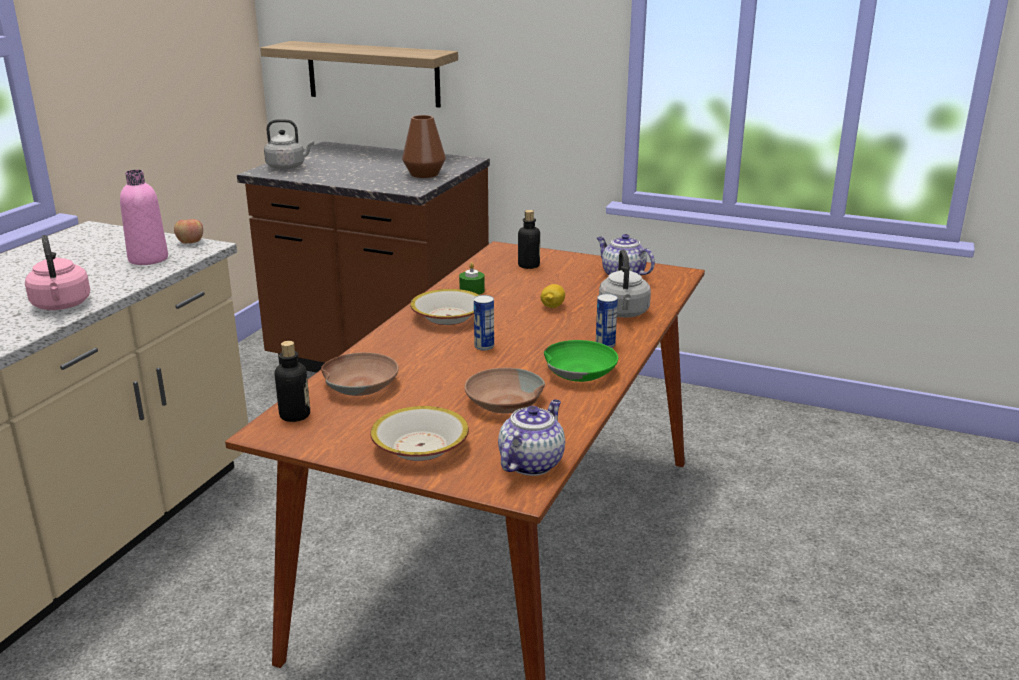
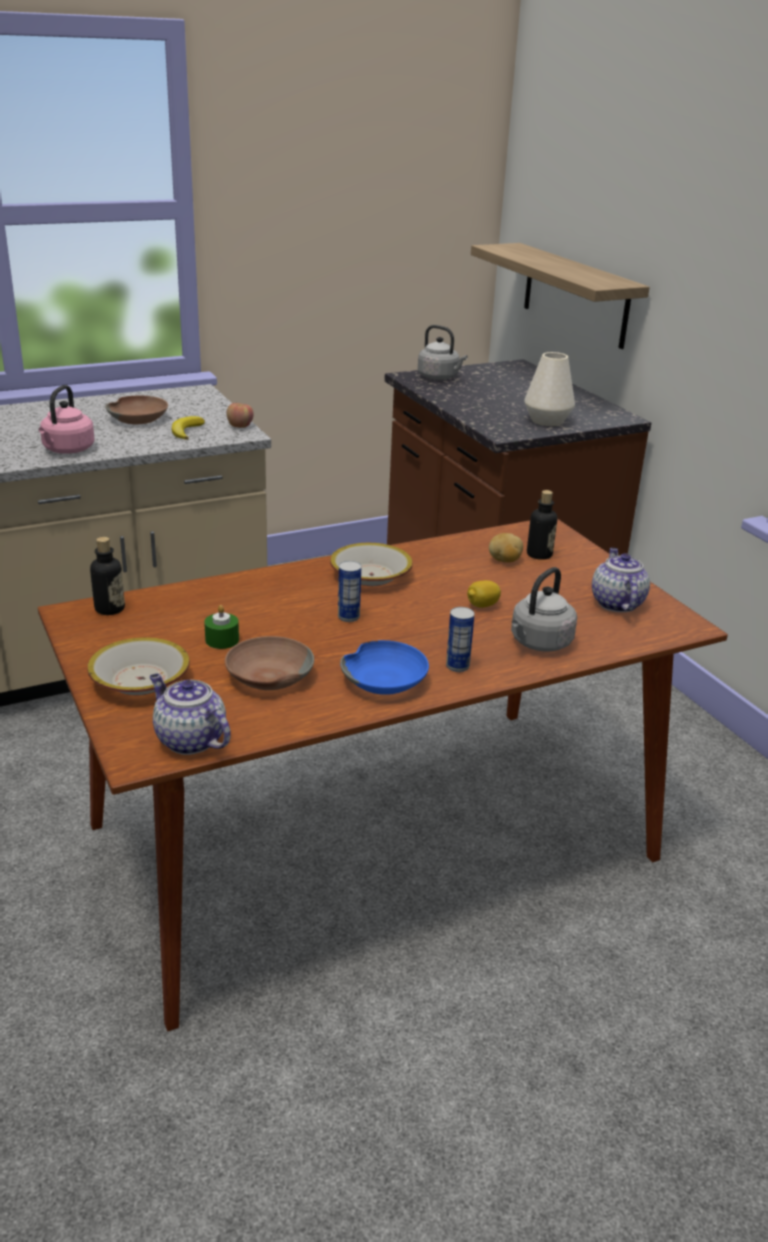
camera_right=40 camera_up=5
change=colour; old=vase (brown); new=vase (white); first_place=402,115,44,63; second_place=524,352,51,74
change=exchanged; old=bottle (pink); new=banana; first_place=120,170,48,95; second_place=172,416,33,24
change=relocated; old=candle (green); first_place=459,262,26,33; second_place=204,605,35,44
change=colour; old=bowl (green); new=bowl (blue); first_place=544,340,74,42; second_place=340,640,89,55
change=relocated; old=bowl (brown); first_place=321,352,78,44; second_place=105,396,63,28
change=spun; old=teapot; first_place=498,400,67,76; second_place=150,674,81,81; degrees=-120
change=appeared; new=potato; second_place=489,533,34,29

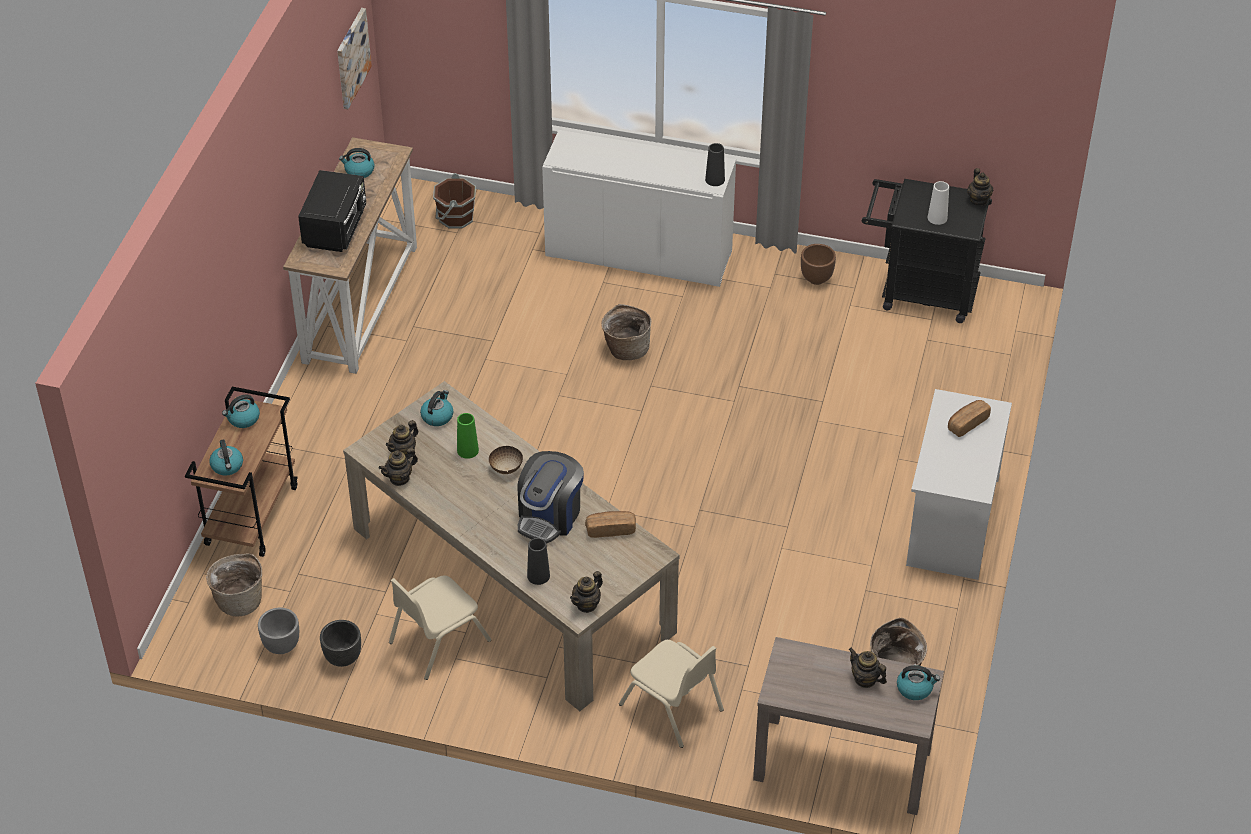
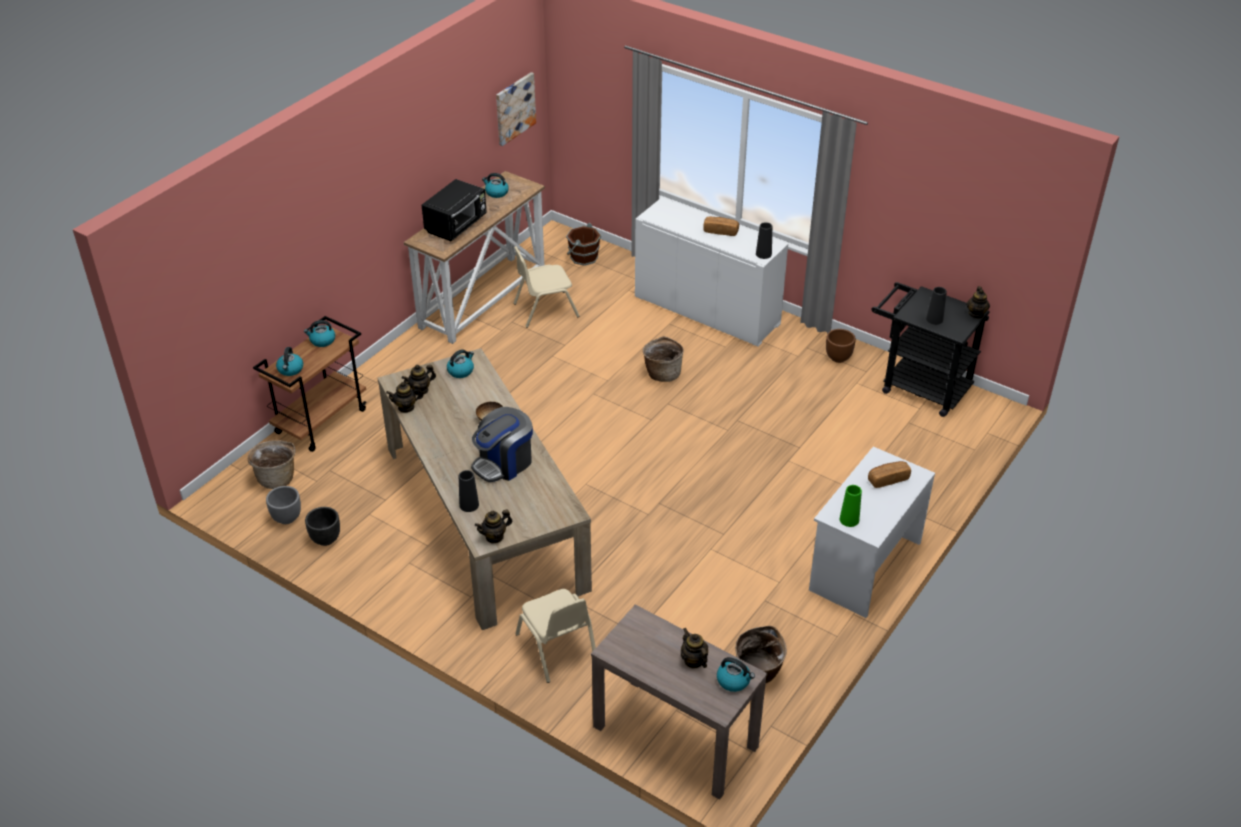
camera_right=20 camera_up=-5
change=colour; old=vase (white); new=vase (black); first_place=928,181,21,44; second_place=926,287,21,38
change=relocated; old=vase (green); first_place=457,413,22,46; second_place=840,485,22,42
change=relocated; old=bread; first_place=585,511,51,27; second_place=703,217,36,19
change=relocated; old=chair (beige); first_place=389,575,102,105; second_place=513,246,66,82

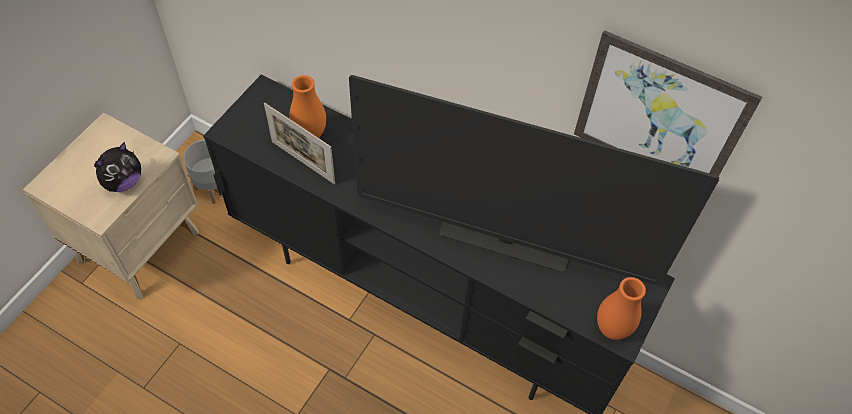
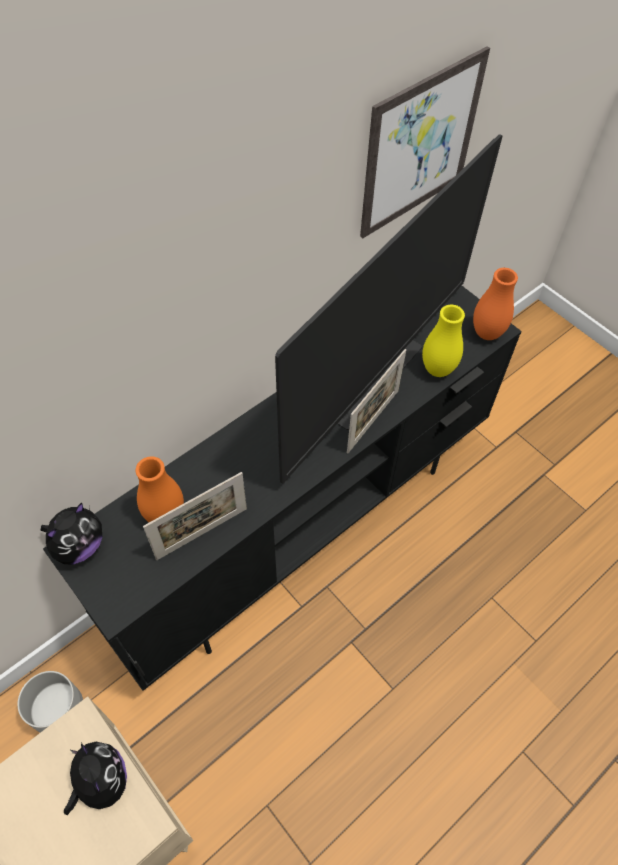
camera_right=-70 camera_up=0
change=appeared; new=vase (yellow); second_place=422,305,43,72
change=appeared; new=picture frame; second_place=347,349,59,104
change=appeared; new=plush toy; second_place=41,502,61,62

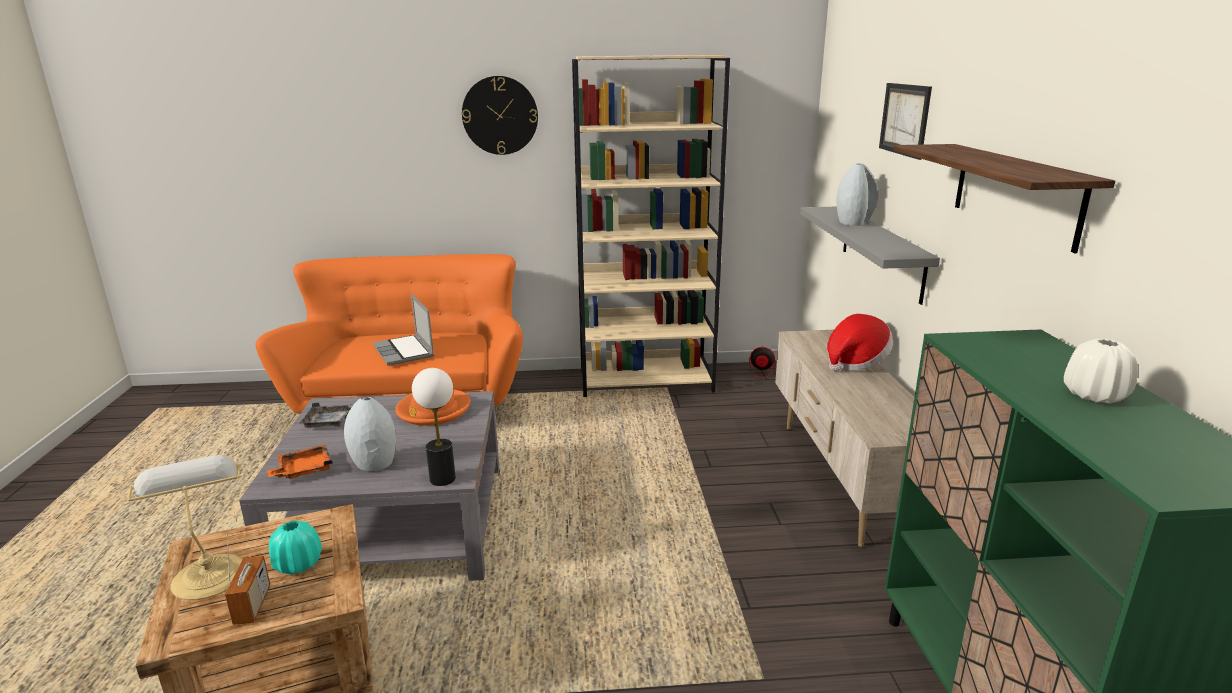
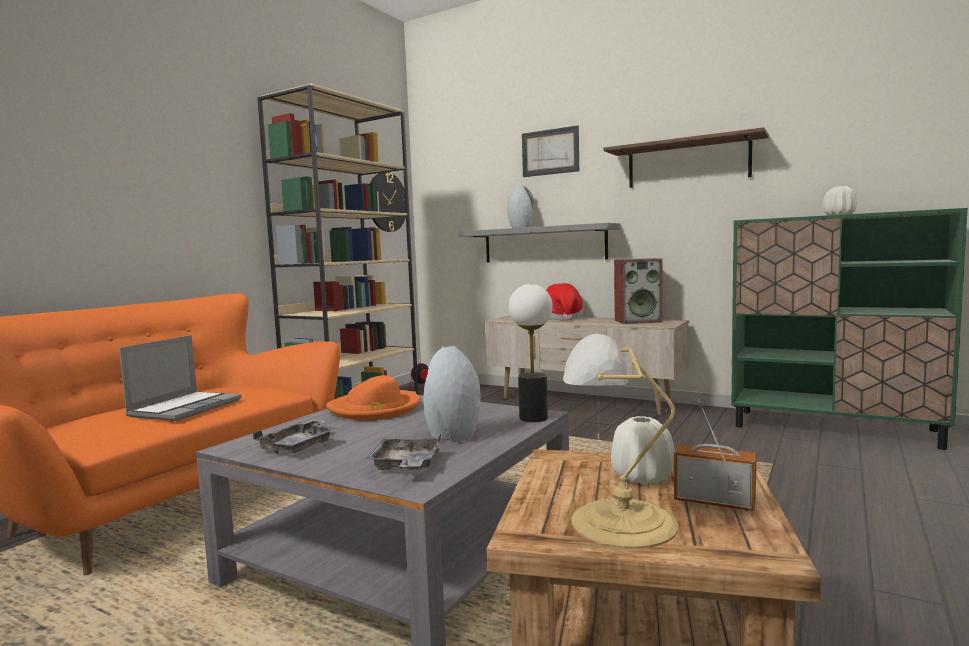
camera_right=-55 camera_up=-15
change=relocated; old=wall clock; first_place=462,76,76,79; second_place=370,172,36,60
change=spun; old=laptop; first_place=373,294,61,72; second_place=119,335,123,86; degrees=-75
change=colour; old=tray (orange); new=tray (grey); first_place=267,445,66,34; second_place=366,434,75,36
change=colour; old=vase (turquoise); new=vase (white); first_place=269,521,53,54; second_place=611,416,64,68
change=appeared; new=speaker; second_place=614,258,49,66

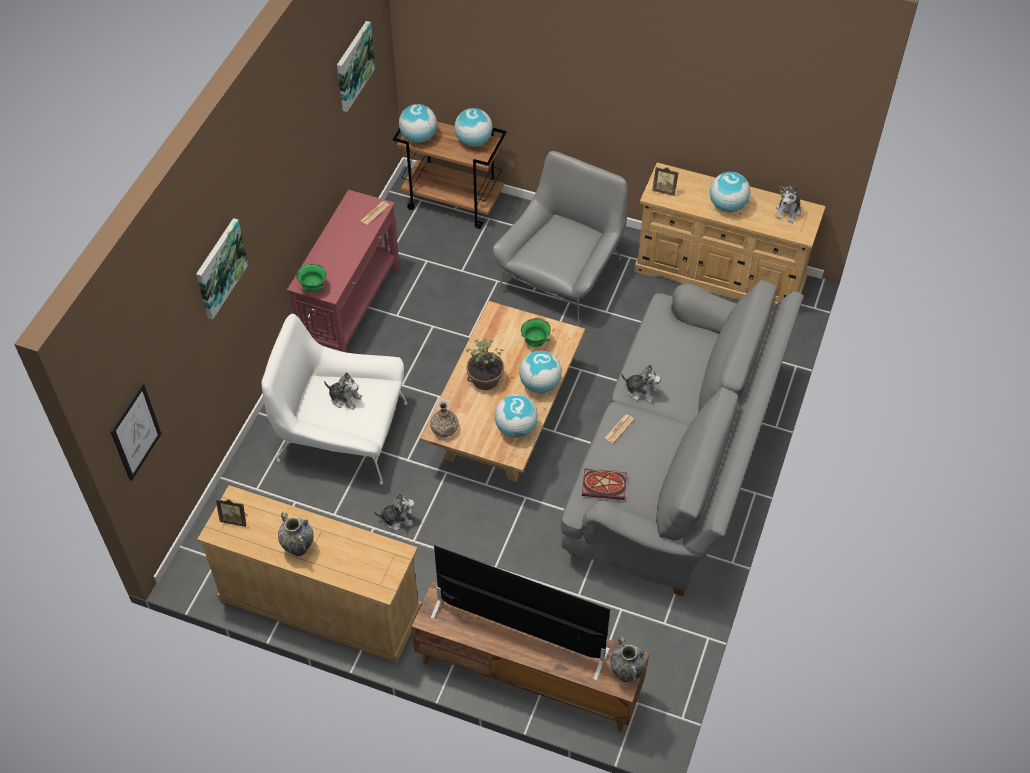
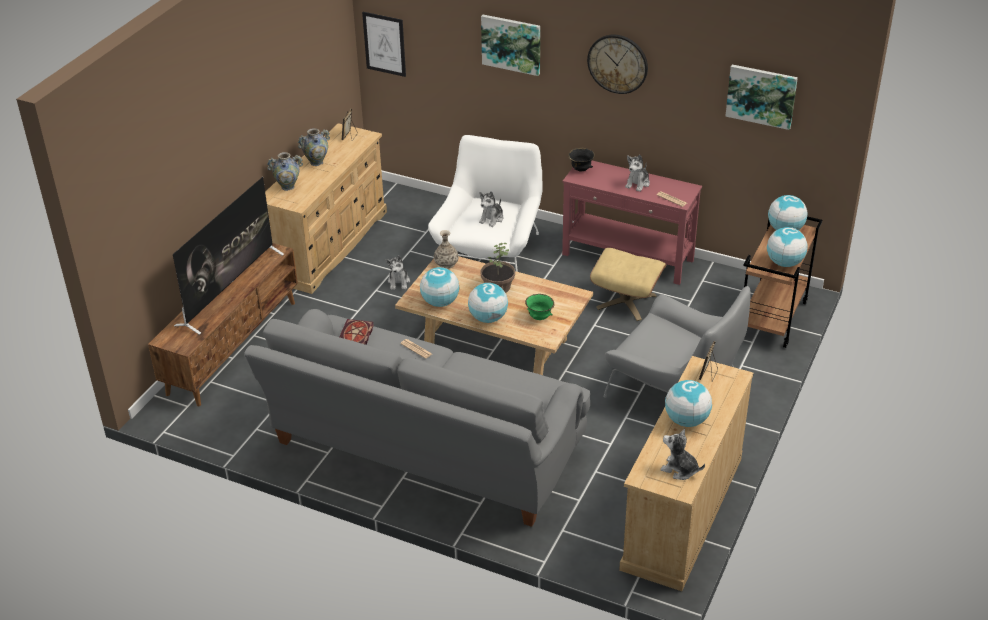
camera_right=95 camera_up=-15
change=colour; old=bowl (green); new=bowl (black); first_place=296,264,30,28; second_place=568,148,27,23
change=relocated; old=plush toy; first_place=622,365,39,38; second_place=625,155,25,37
change=relocated; old=vase; first_place=610,636,36,46; second_place=267,152,36,39
change=appeared; new=wall clock; second_place=587,35,61,59
change=appeared; new=ottoman (beige); second_place=590,248,76,73

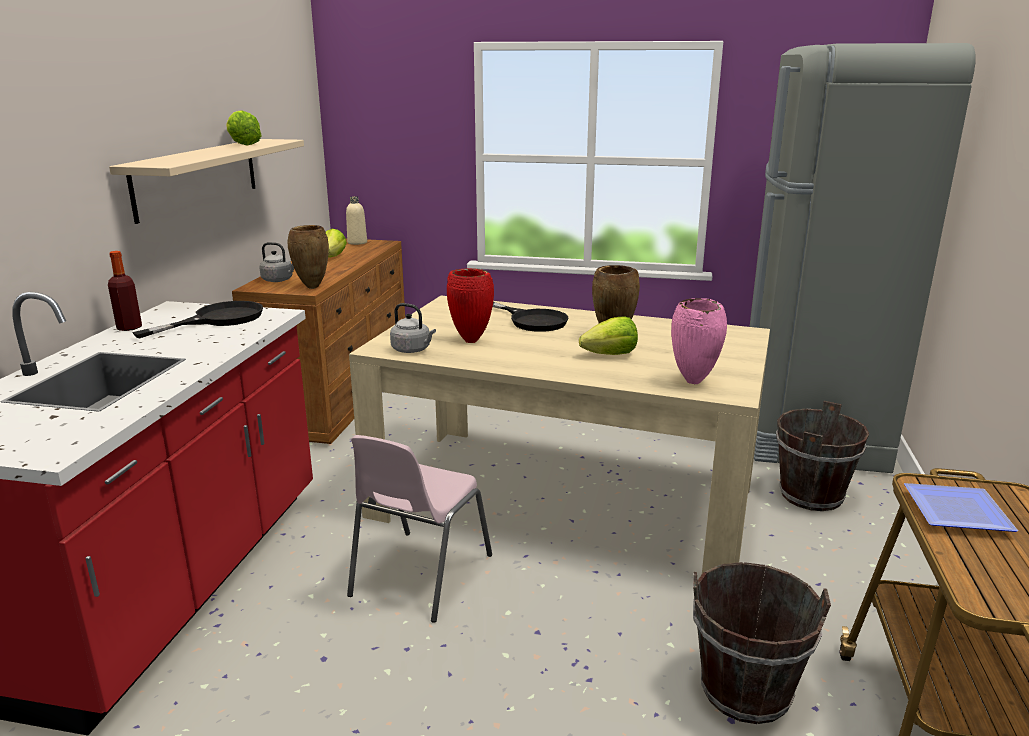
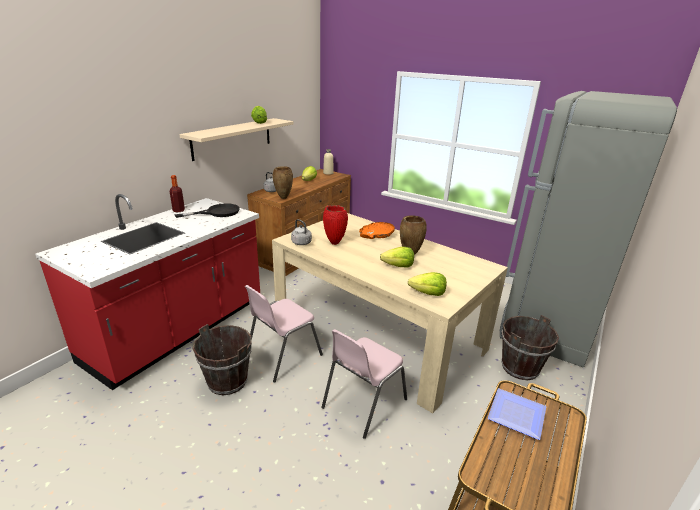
camera_right=20 camera_up=5
change=exchanged; old=vase (pink); new=lettuce; first_place=671,298,56,86; second_place=408,272,39,24
change=exchanged; old=frying pan (black); new=bowl (orange); first_place=493,302,76,30; second_place=359,222,36,17
change=relocated; old=bucket (brown); first_place=693,562,138,162; second_place=193,324,59,71
change=appeared; new=chair (pink); second_place=321,329,86,110

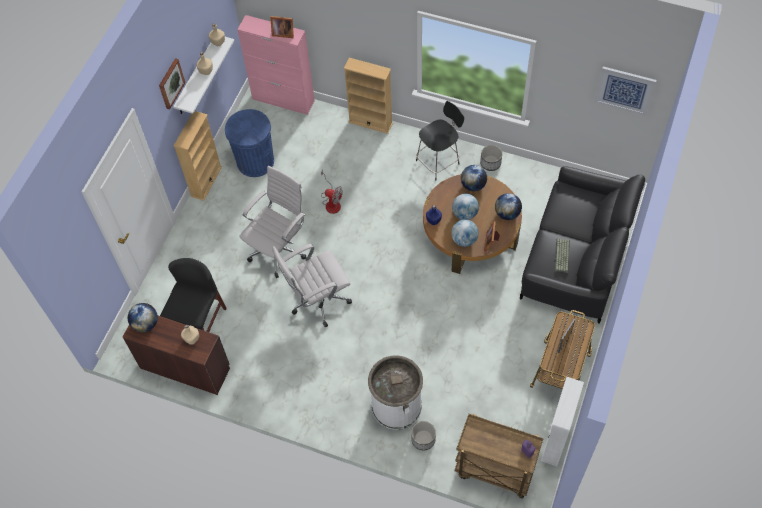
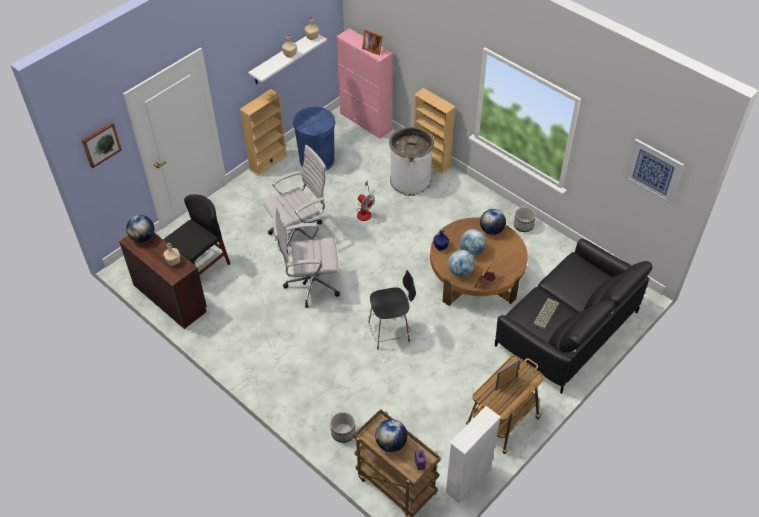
camera_right=20 camera_up=-10
change=relocated; old=picture; first_place=159,58,26,52; second_place=82,122,40,46
change=relocated; old=chair (black); first_place=416,101,48,80; second_place=368,270,48,79
change=relocated; old=globe; first_place=495,193,27,27; second_place=375,419,33,33
change=relocated; old=trash can (white); first_place=368,356,55,74; second_place=389,127,45,69

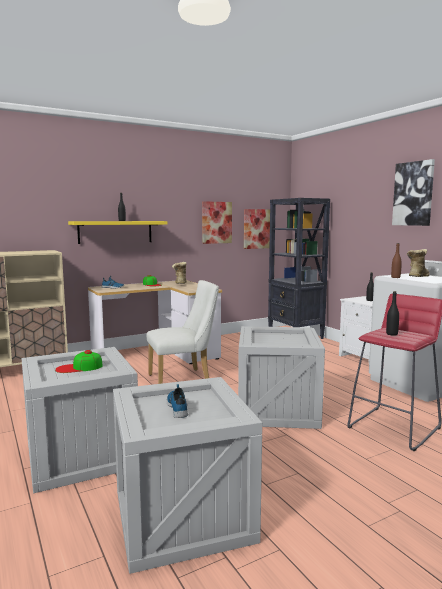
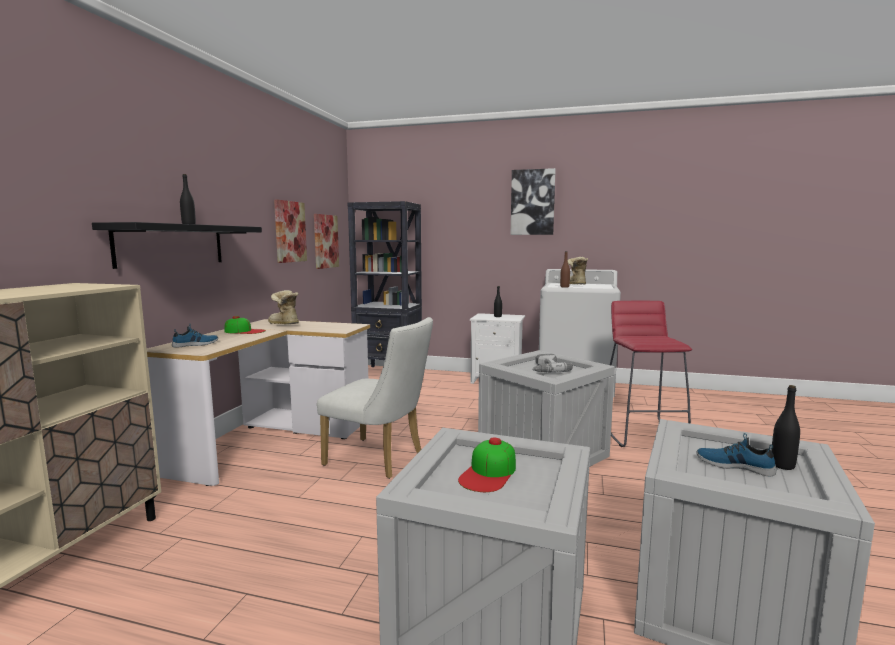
camera_right=-45 camera_up=0
change=colour; old=shelf (yellow); new=shelf (black); first_place=68,221,99,23; second_place=92,222,170,47
change=spun; old=chair (white); first_place=146,280,73,104; second_place=317,317,116,162; degrees=90
change=relocated; old=bottle (black); first_place=386,291,13,45; second_place=771,385,29,85
change=appeared; new=power drill; second_place=532,354,41,19

